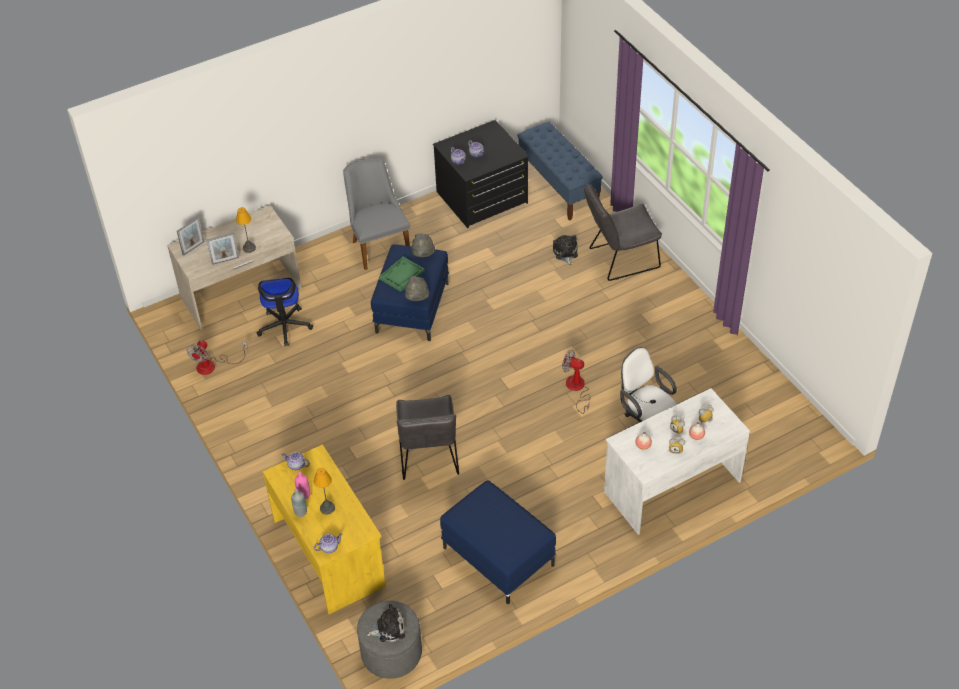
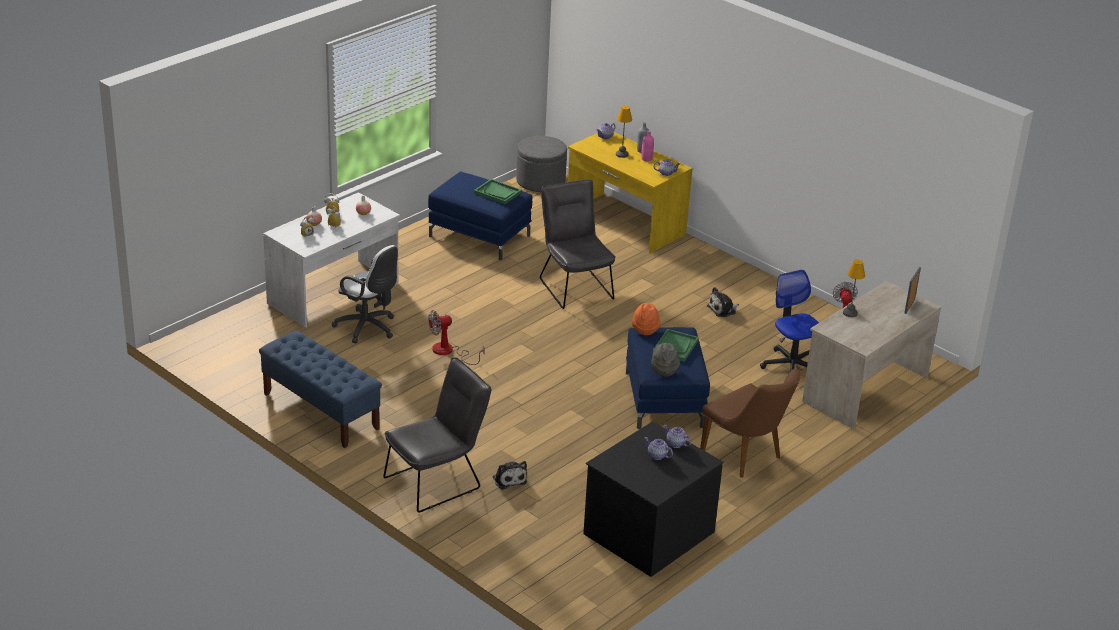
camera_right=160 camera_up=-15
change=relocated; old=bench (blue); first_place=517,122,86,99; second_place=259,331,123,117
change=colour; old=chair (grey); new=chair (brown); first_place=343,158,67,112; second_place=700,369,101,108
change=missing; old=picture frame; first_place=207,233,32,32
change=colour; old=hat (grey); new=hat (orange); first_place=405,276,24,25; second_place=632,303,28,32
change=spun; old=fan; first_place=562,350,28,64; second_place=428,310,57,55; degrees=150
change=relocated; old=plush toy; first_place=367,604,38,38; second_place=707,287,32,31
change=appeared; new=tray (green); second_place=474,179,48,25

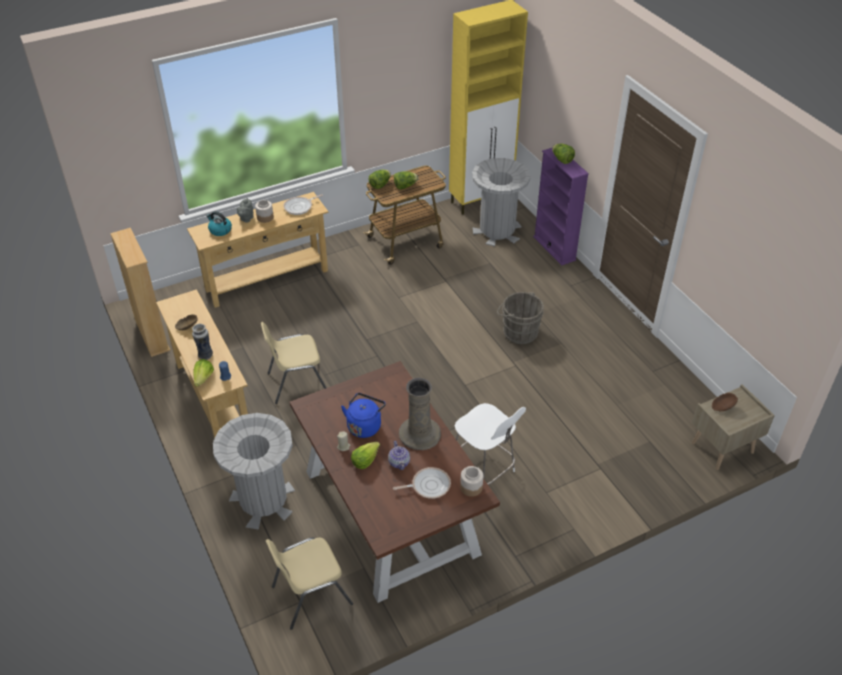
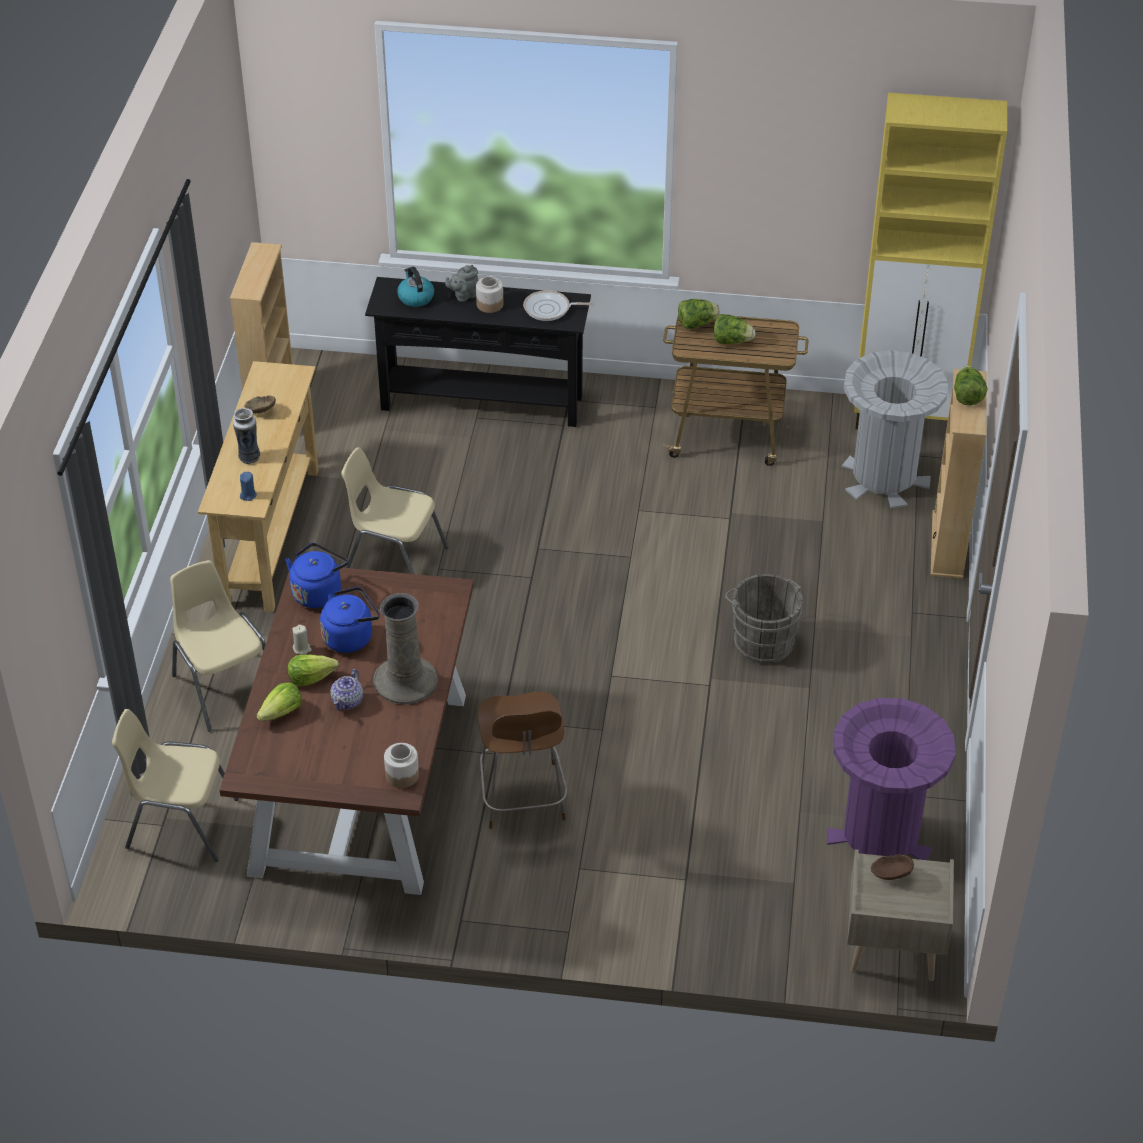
camera_right=35 camera_up=0
change=colour; old=bookcase (purple); new=bookcase (beige); first_place=533,148,56,118; second_place=931,369,56,210
change=colour; old=console table (beige); new=console table (black); first_place=187,192,141,116; second_place=365,277,226,150
change=relocated; old=lettuce; first_place=193,359,21,28; second_place=256,682,46,39
change=colour; old=stool (white); new=stool (brown); first_place=455,403,71,82; second_place=478,692,89,137
change=exchanged; old=trash can (grey); new=chair (beige); first_place=213,413,82,117; second_place=170,560,96,172
change=missing; old=frying pan; first_place=393,467,58,32
change=appeared; new=kettle (blue); second_place=285,543,63,65
change=appeared; new=trash can (purple); second_place=827,698,129,162

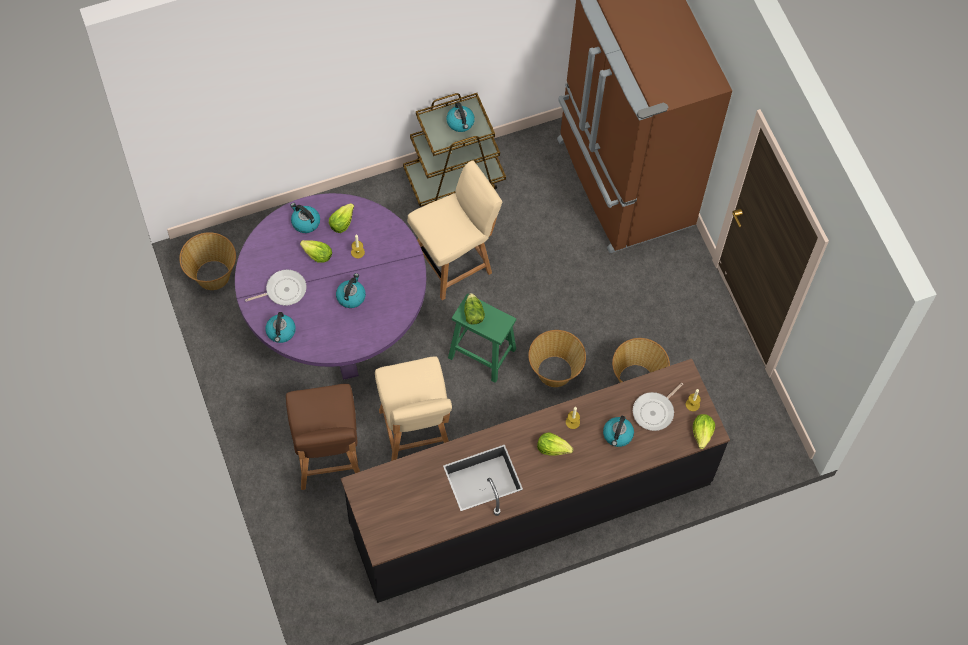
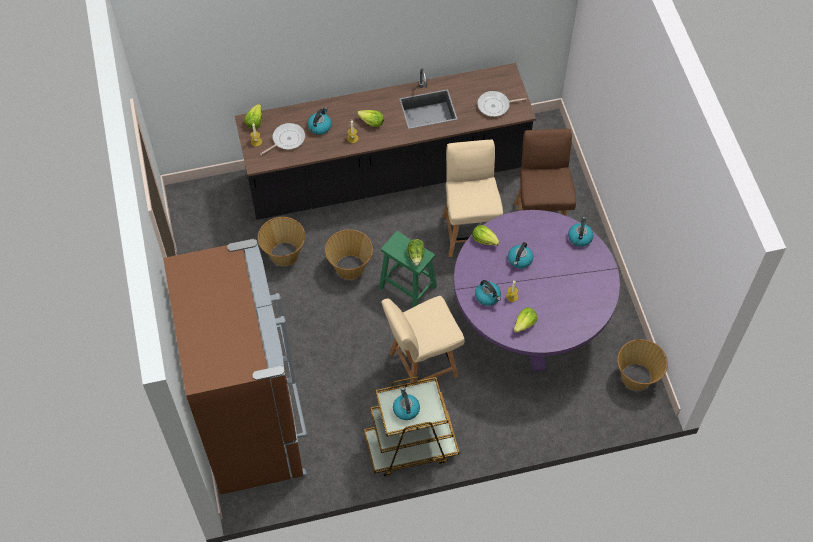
camera_right=-170 camera_up=-5
change=relocated; old=kettle; first_place=290,203,30,30; second_place=475,280,26,26
change=relocated; old=lettuce; first_place=300,240,32,23; second_place=472,225,28,21
change=relocated; old=frying pan; first_place=245,270,61,36; second_place=477,91,50,26

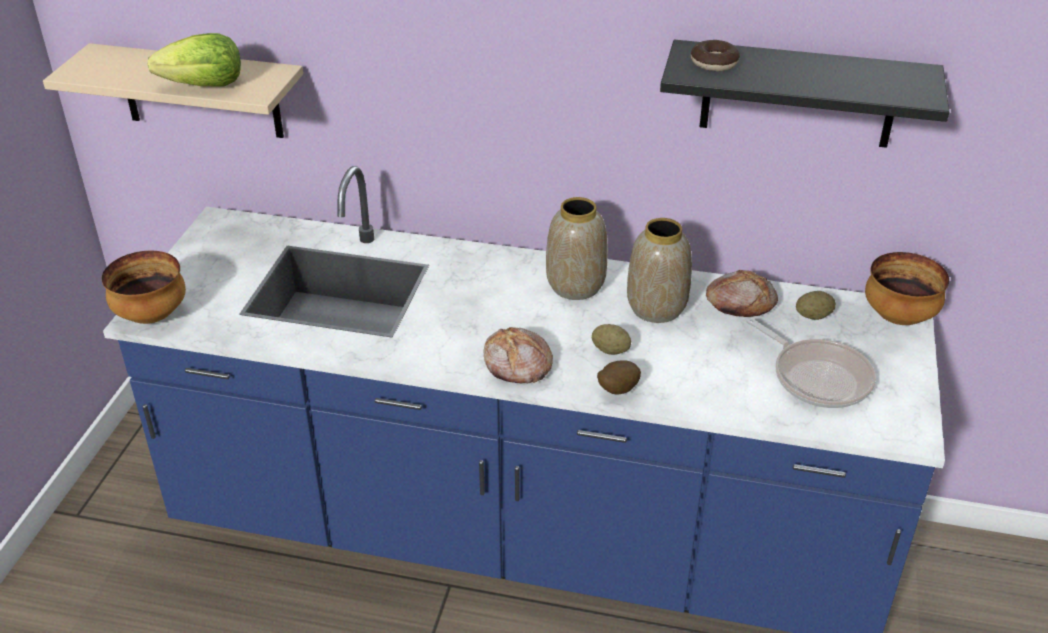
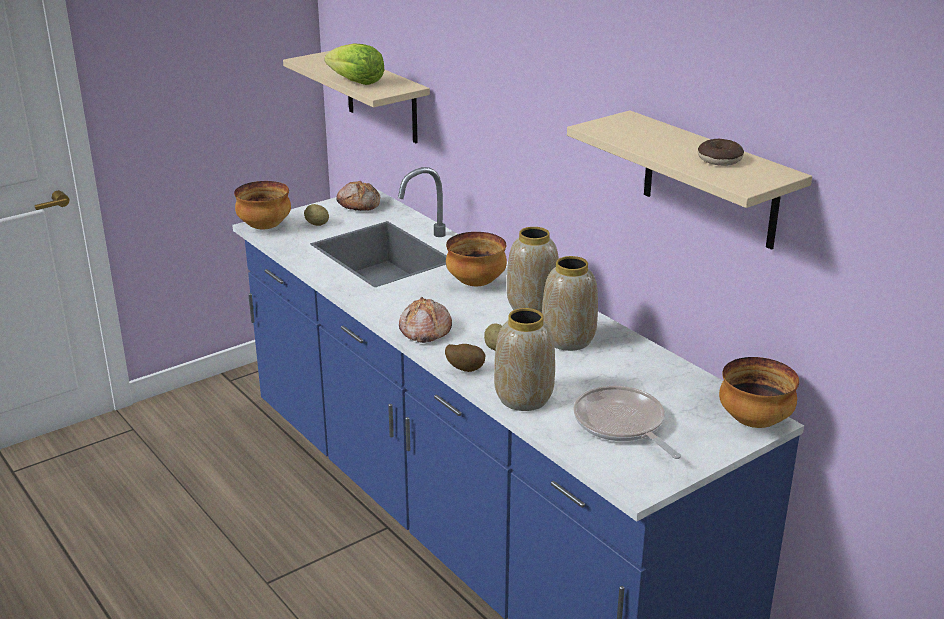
camera_right=40 camera_up=-10
change=colour; old=shelf (black); new=shelf (beige); first_place=660,40,289,108; second_place=567,110,245,140
change=relocated; old=donut; first_place=691,40,49,31; second_place=698,139,46,27
change=relocated; old=bread; first_place=706,270,72,47; second_place=336,181,44,30
change=relocated; old=potato; first_place=796,291,40,29; second_place=304,204,25,22
change=spun; old=frying pan; first_place=747,318,129,90; second_place=573,386,108,73; degrees=150
change=appeared; new=bowl; second_place=446,232,61,54
change=appeared; new=vase; second_place=494,308,61,103

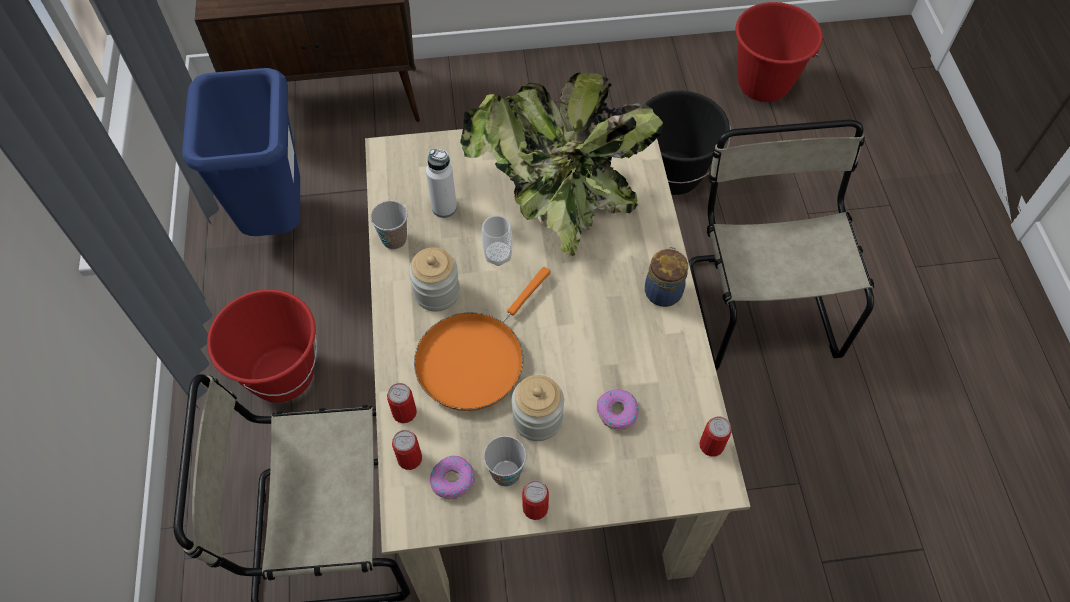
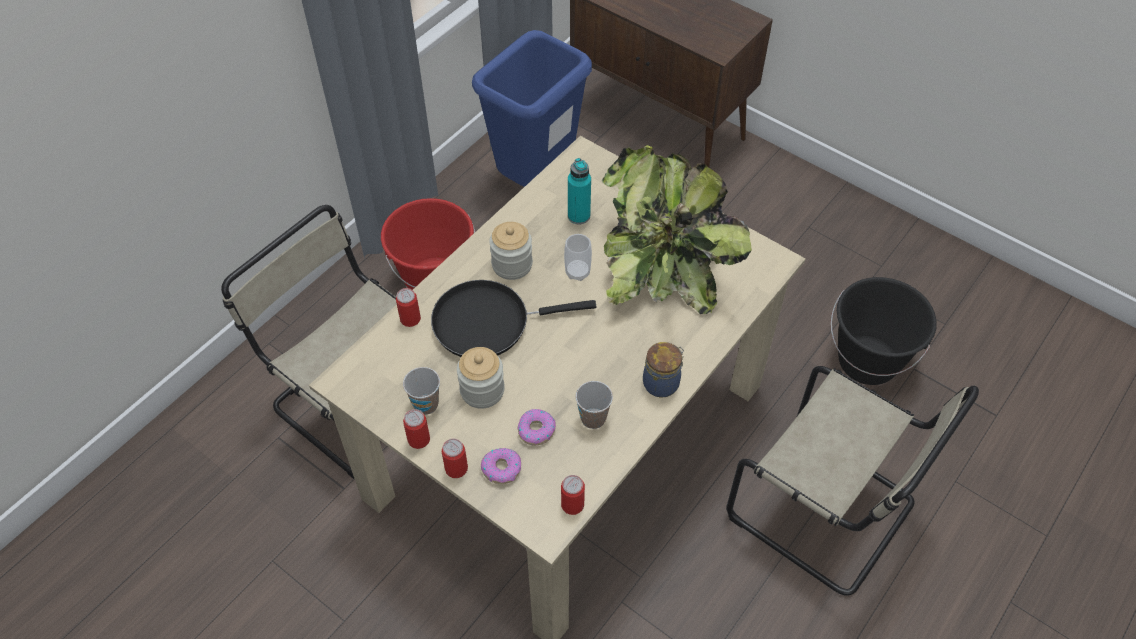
camera_right=45 camera_up=-5
change=missing; old=bucket (red); first_place=735,2,88,100
change=spun; old=chair (beige); first_place=689,119,185,251; second_place=726,366,253,230; degrees=90
change=colour; old=bottle (white); new=bottle (turquoise); first_place=426,149,31,69; second_place=568,158,23,66
change=relocated; old=cup; first_place=370,200,38,49; second_place=576,381,37,48
change=colour; old=frying pan (orange); new=frying pan (black); first_place=414,267,137,144; second_place=431,280,165,77
change=relocated; old=can; first_place=392,430,30,40; second_place=442,438,26,40
change=relocated; old=donut; first_place=430,456,45,43; second_place=481,448,40,36

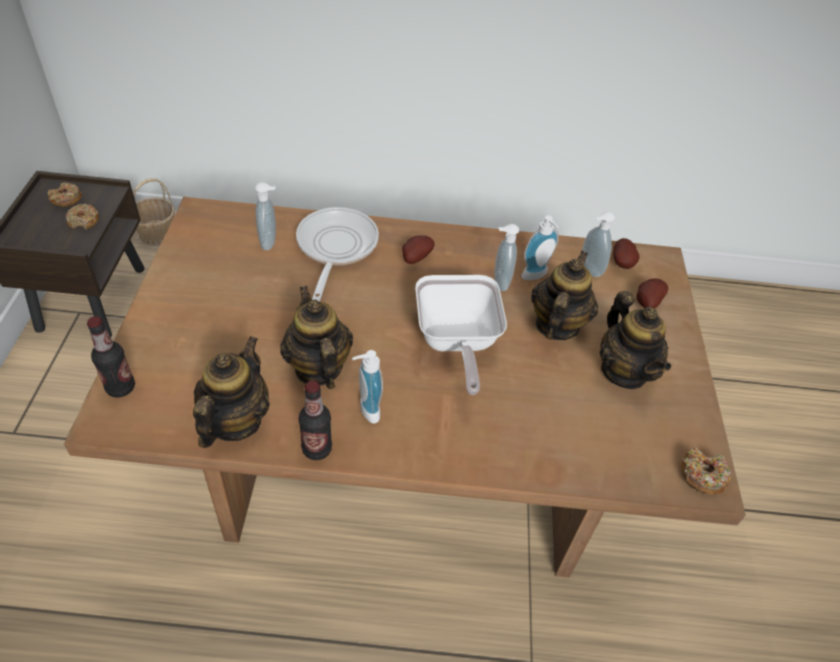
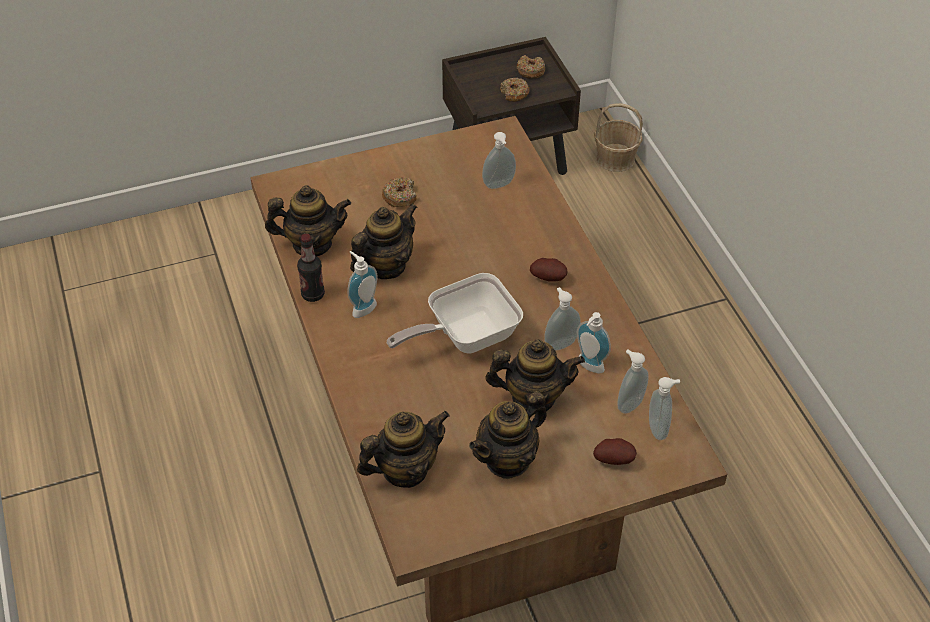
camera_right=70 camera_up=0
change=missing; old=frying pan; first_place=296,207,83,95
change=exchanged; old=potato; new=soap dispenser; first_place=613,238,26,31; second_place=649,377,31,63
change=missing; old=bottle; first_place=87,316,48,82
change=relocated; old=donut; first_place=681,447,50,48; second_place=382,177,35,30
change=appeared; new=teapot; second_place=357,411,93,77

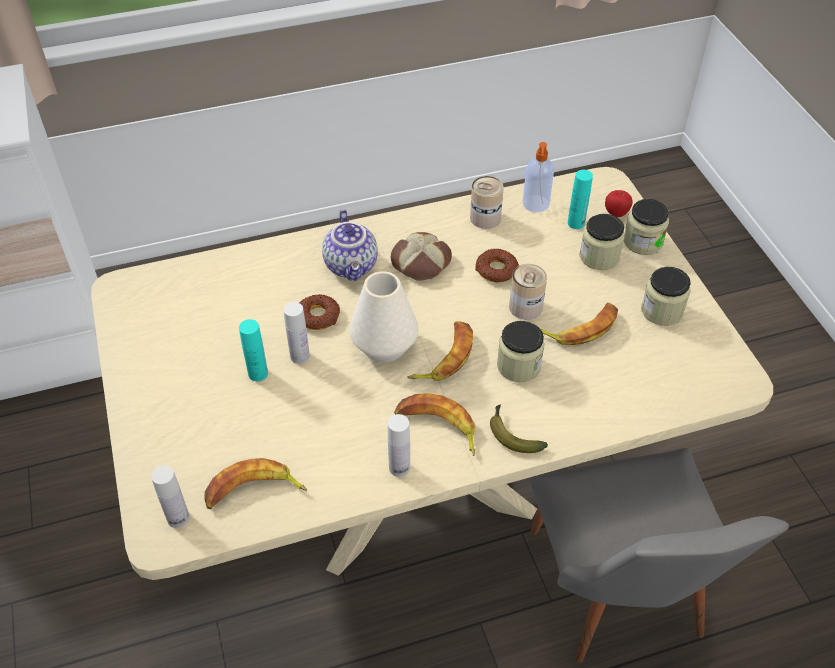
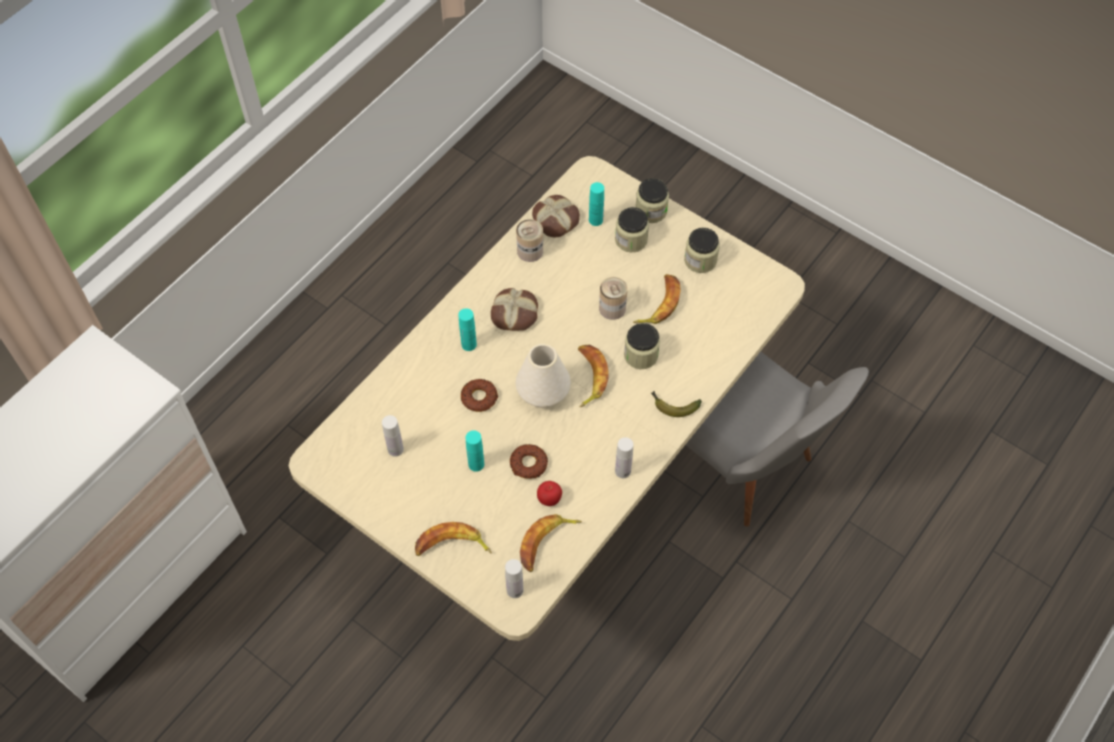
camera_right=-35 camera_up=10
change=exchanged; old=soap dispenser; new=bread; first_place=523,142,31,70; second_place=532,195,48,43
change=relocated; old=apple; first_place=605,190,28,27; second_place=537,481,25,25
change=exchanged; old=teapot; new=bottle (turquoise); first_place=322,209,56,72; second_place=458,308,19,43
change=relocated; old=donut; first_place=475,249,44,33; second_place=510,444,38,35
change=relocated; old=bottle (white); first_place=283,302,27,62; second_place=382,415,22,42
change=relocated; old=banana; first_place=394,393,82,63; second_place=415,522,77,34

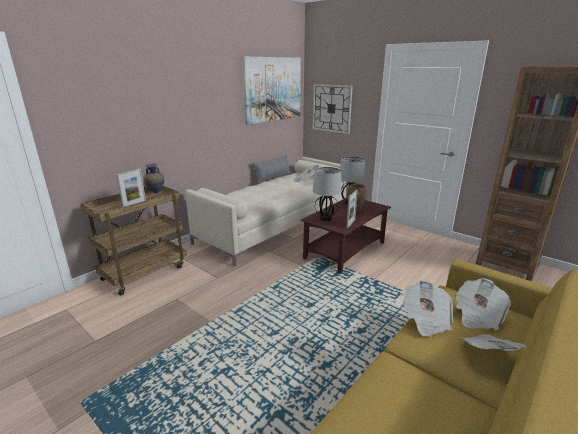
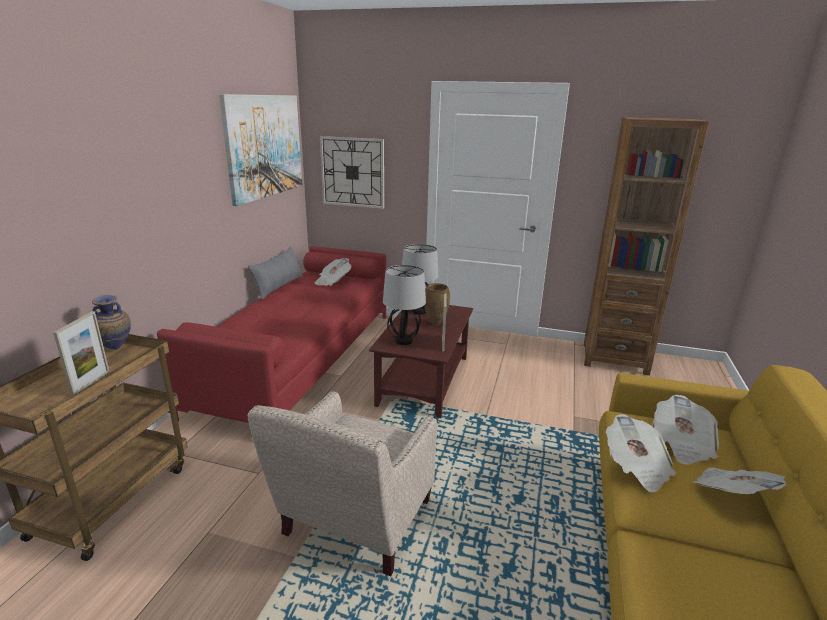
camera_right=-25 camera_up=0
change=colour; old=sofa (beige); new=sofa (red); first_place=185,157,162,109; second_place=157,246,229,177
change=appeared; new=armchair (beige); second_place=248,391,189,186

